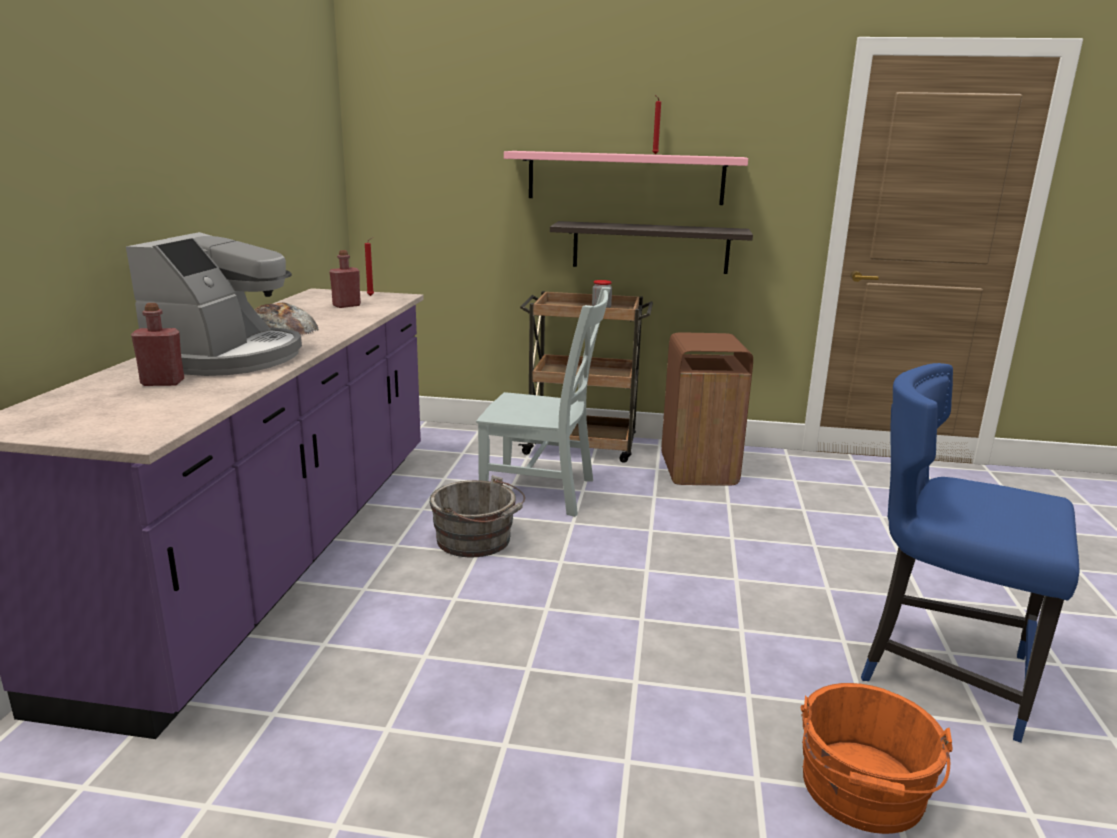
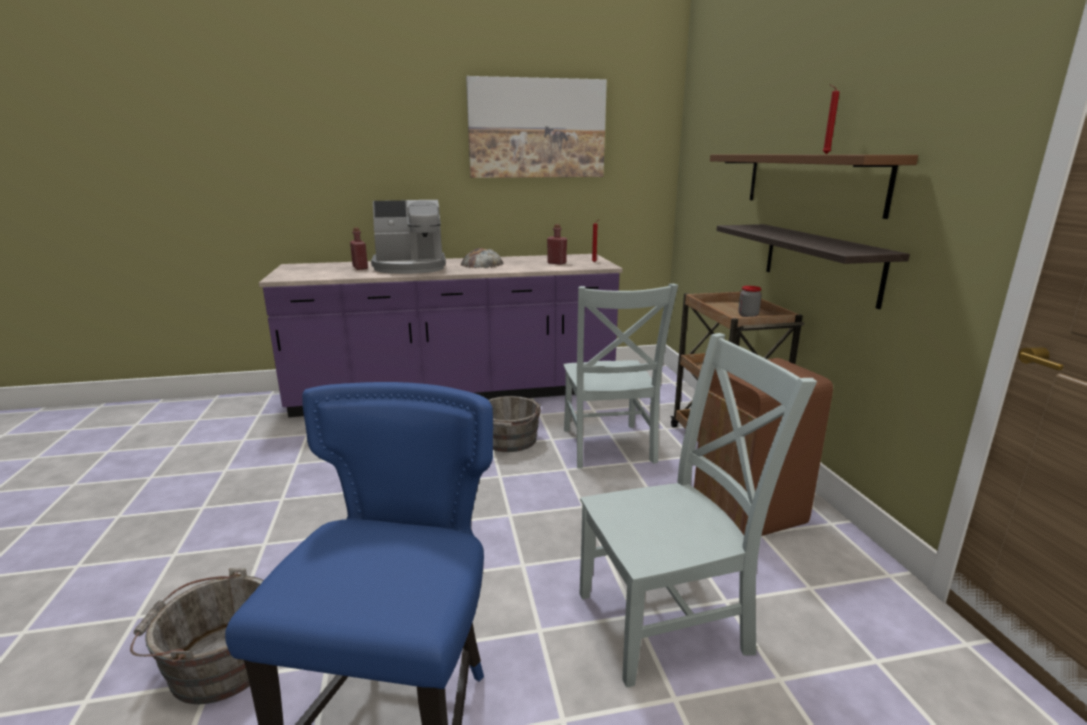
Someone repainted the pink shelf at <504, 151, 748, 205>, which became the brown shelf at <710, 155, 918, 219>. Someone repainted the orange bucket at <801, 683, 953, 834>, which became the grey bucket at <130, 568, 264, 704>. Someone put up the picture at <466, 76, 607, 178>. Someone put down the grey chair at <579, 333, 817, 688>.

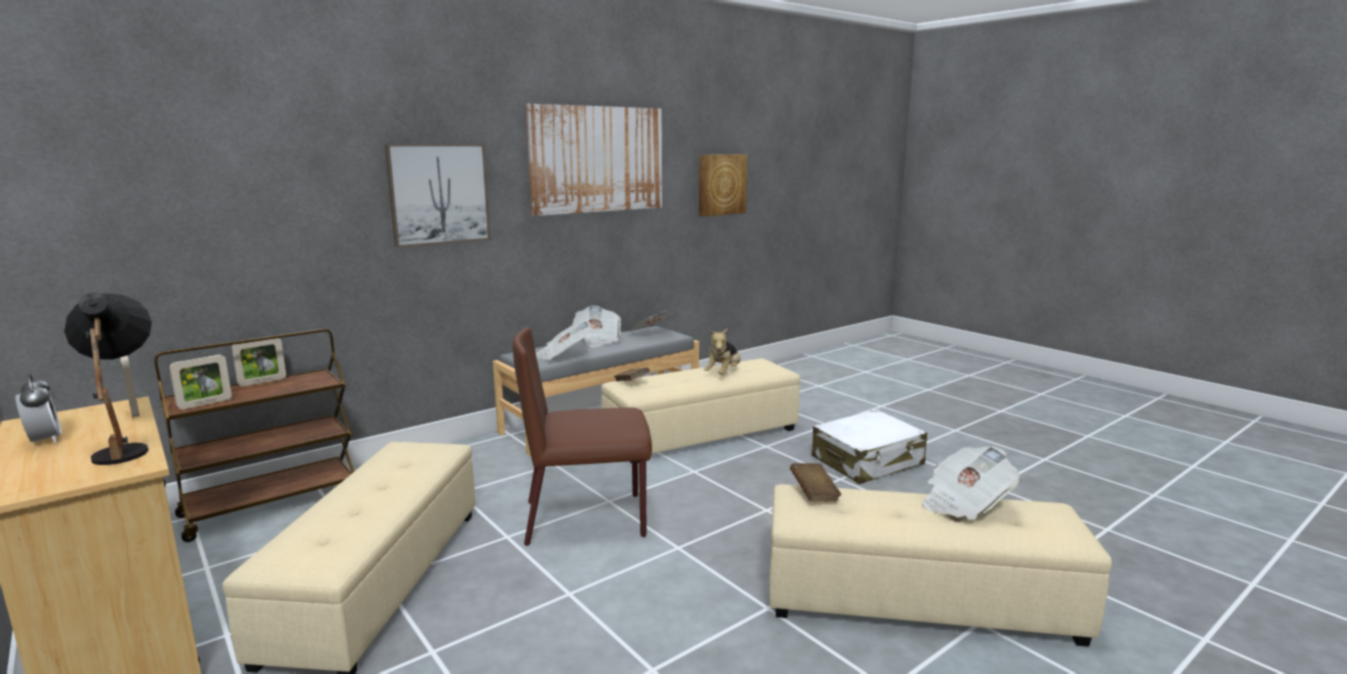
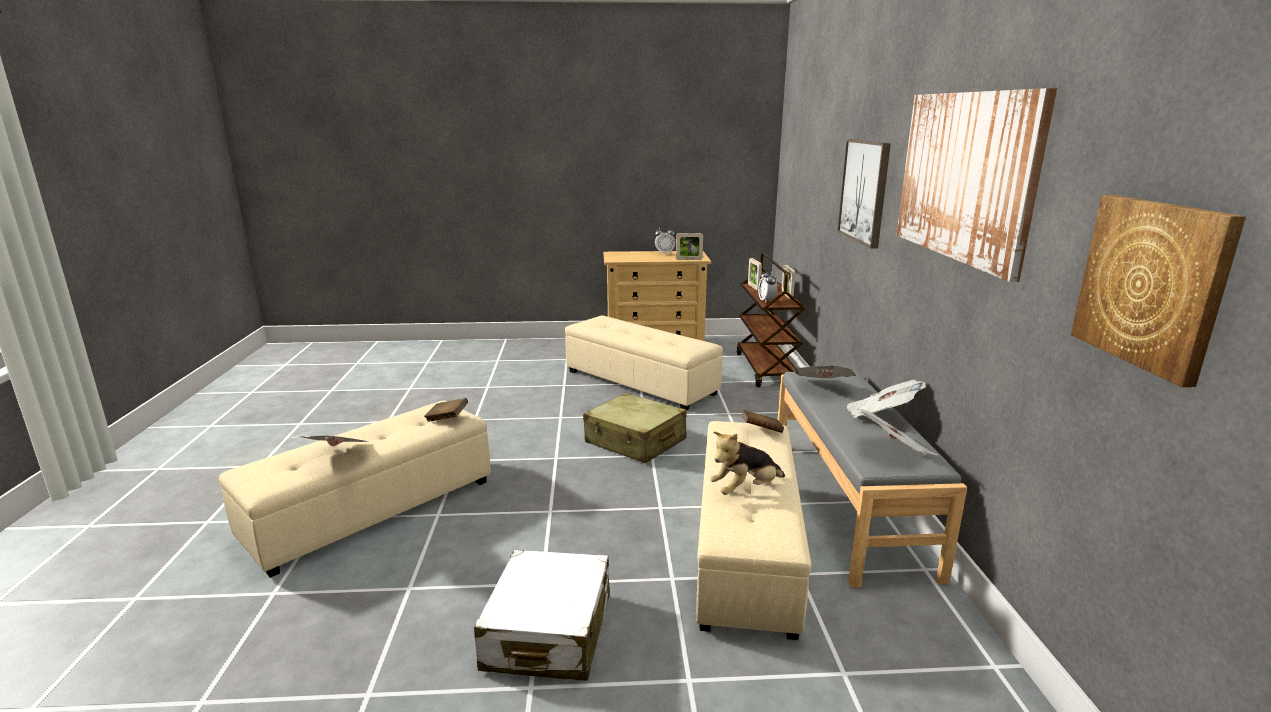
Someone took away the black table lamp at <64, 293, 152, 465>. Someone swapped the brown chair at <513, 327, 652, 546> for the beige suitcase at <583, 393, 687, 463>. Someone rotated the plush toy at <704, 329, 741, 375> by 90 degrees counterclockwise. Someone put down the alarm clock at <758, 269, 778, 303>.

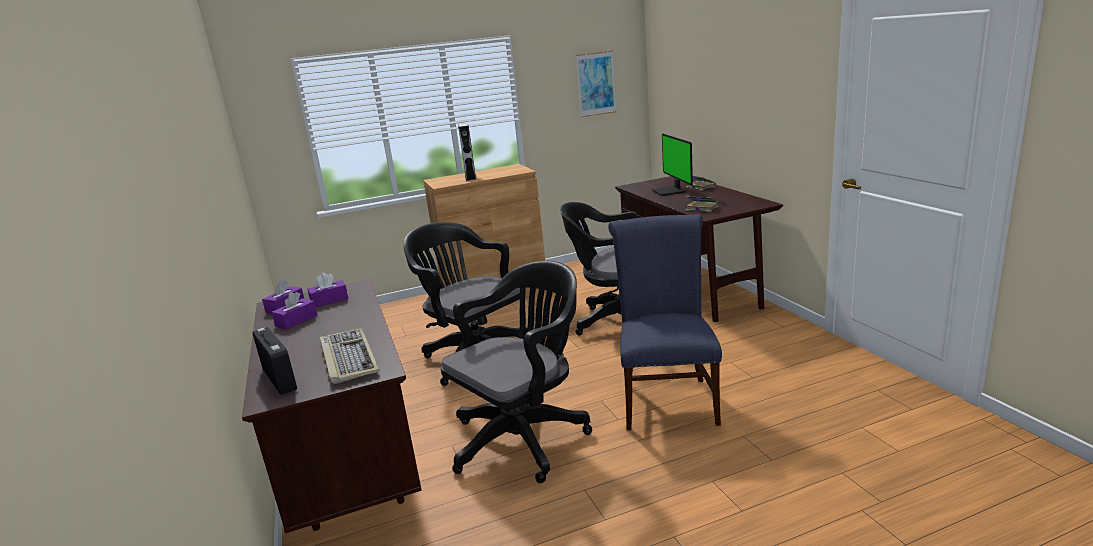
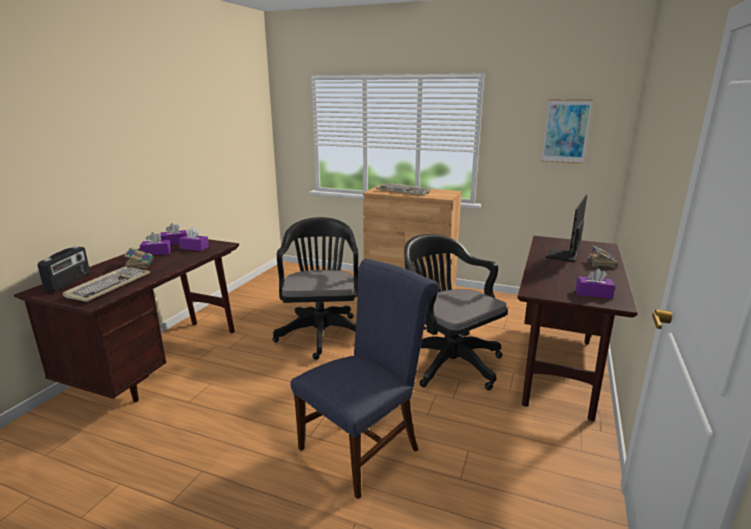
Someone swapped the grey speaker at <458, 123, 476, 181> for the keyboard at <376, 183, 430, 195>. Someone carried the book from <685, 196, 718, 212> to <124, 247, 154, 269>. Someone took away the black office chair at <441, 261, 592, 483>. Someone put down the purple tissue box at <576, 269, 615, 299>.

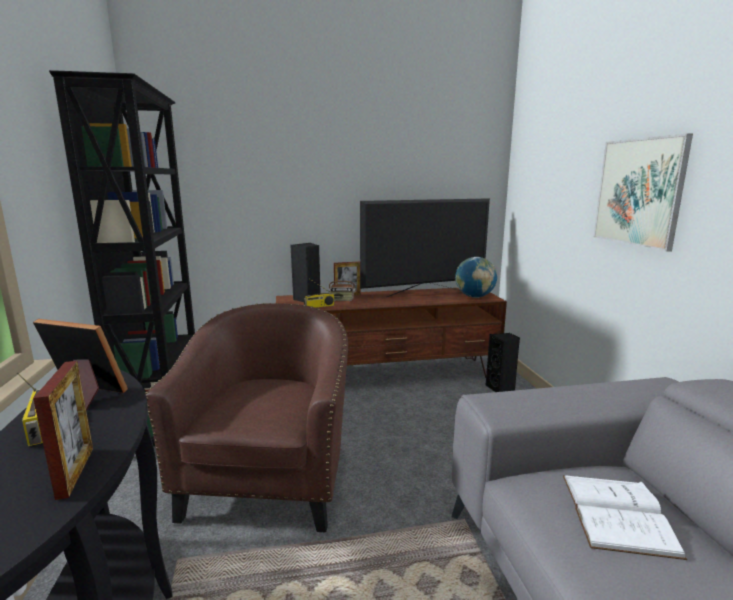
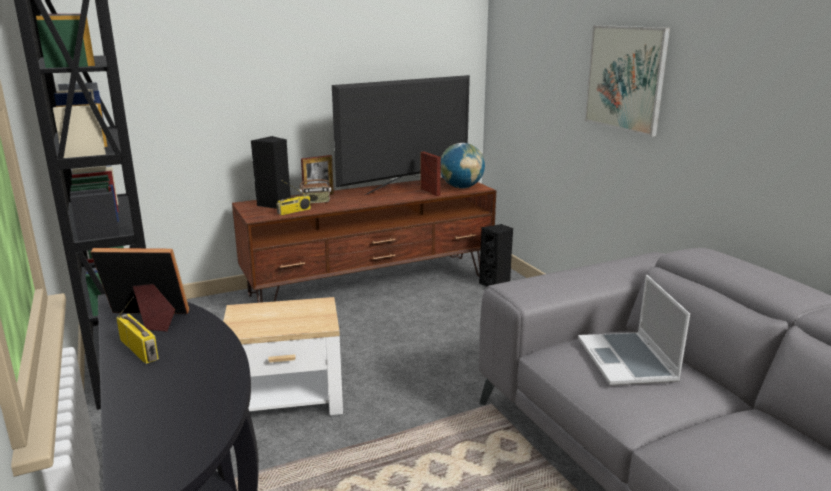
Someone swapped the brown armchair at <145, 303, 348, 532> for the side table at <223, 297, 343, 415>. Someone carried the picture frame from <33, 361, 93, 500> to <421, 152, 441, 196>. Someone swapped the white book at <563, 475, 687, 560> for the laptop at <578, 275, 690, 385>.

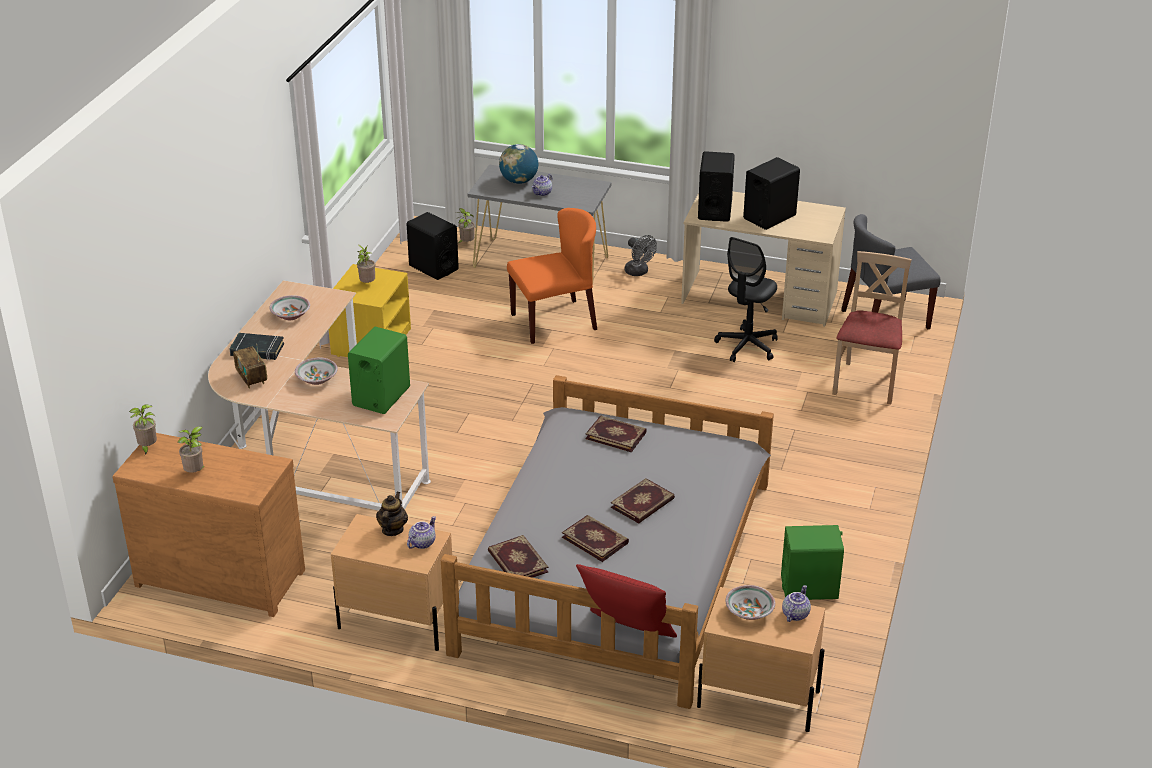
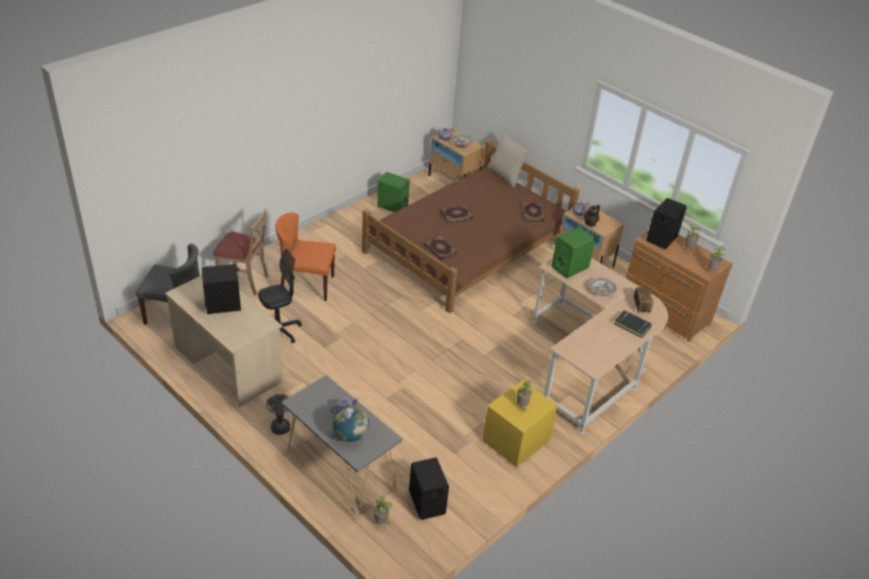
Someone carried the black speaker from <698, 151, 735, 222> to <646, 198, 687, 249>. Someone carried the orange chair from <507, 208, 597, 344> to <275, 213, 336, 301>. Someone rotated the beige chair at <832, 251, 912, 404> by 120 degrees counterclockwise. Someone took away the bowl at <269, 295, 310, 320>. Someone repainted the grey bed at <441, 375, 774, 709>, which became the brown bed at <362, 140, 580, 313>. Someone took away the book at <562, 515, 629, 562>. Someone repainted the red pillow at <576, 564, 677, 638>, which became the beige pillow at <487, 132, 531, 188>.

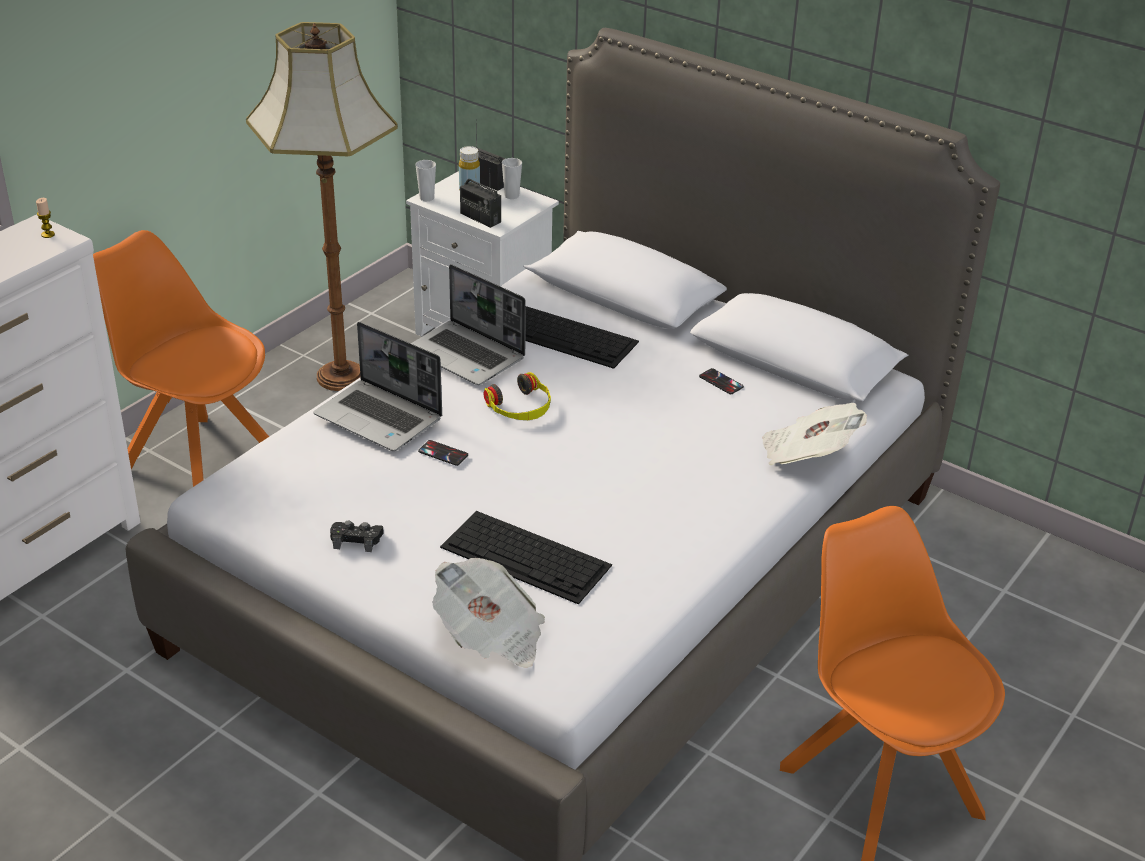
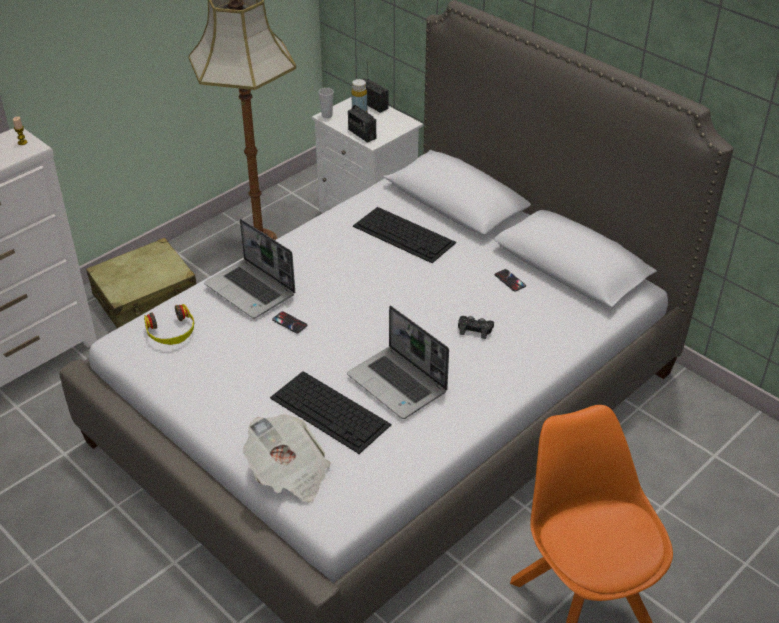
Someone took away the cup at <502, 158, 522, 199>. Someone swapped the orange chair at <93, 230, 269, 487> for the beige suitcase at <86, 238, 196, 328>. Someone carried the laptop from <411, 264, 526, 385> to <347, 306, 449, 419>. Someone carried the headphones from <484, 372, 551, 420> to <144, 304, 194, 345>. Someone took away the newspaper at <762, 403, 867, 465>. Someone carried the black game controller from <330, 521, 384, 552> to <458, 316, 494, 339>.

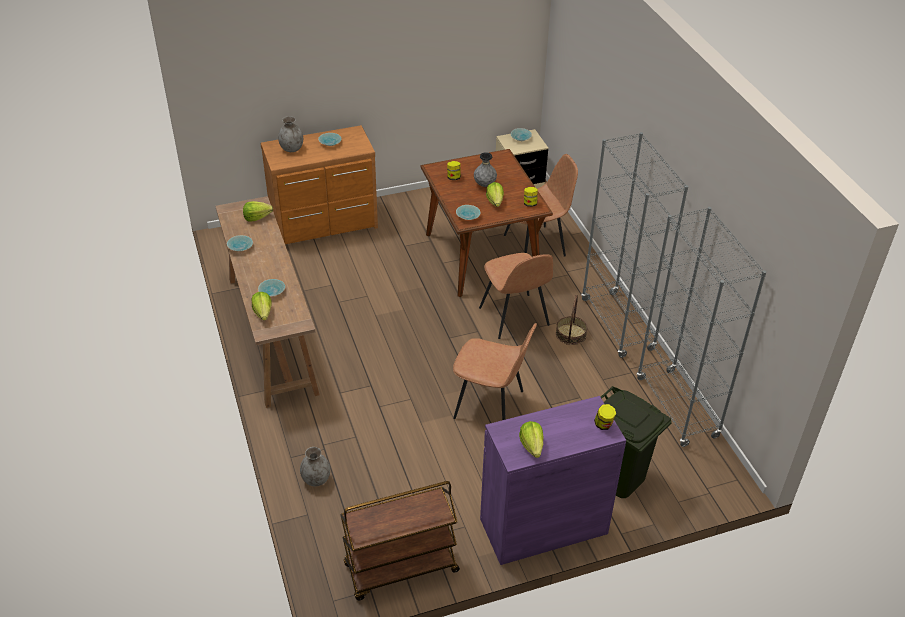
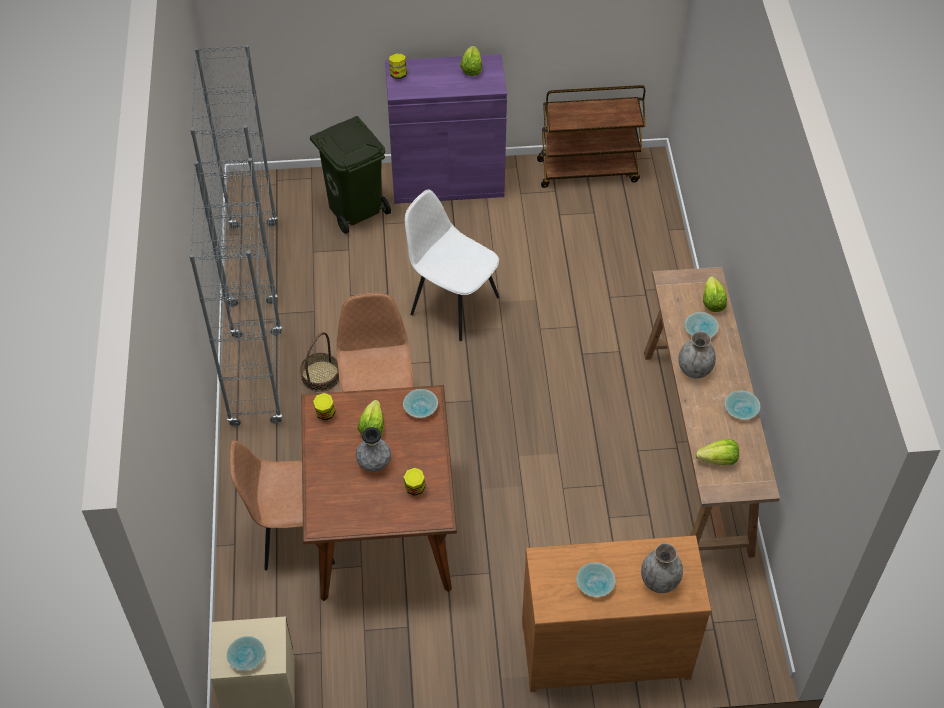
Someone repainted the brown chair at <453, 323, 537, 420>, which became the white chair at <405, 190, 499, 341>. Someone carried the grey vase from <300, 447, 330, 486> to <678, 331, 716, 379>.

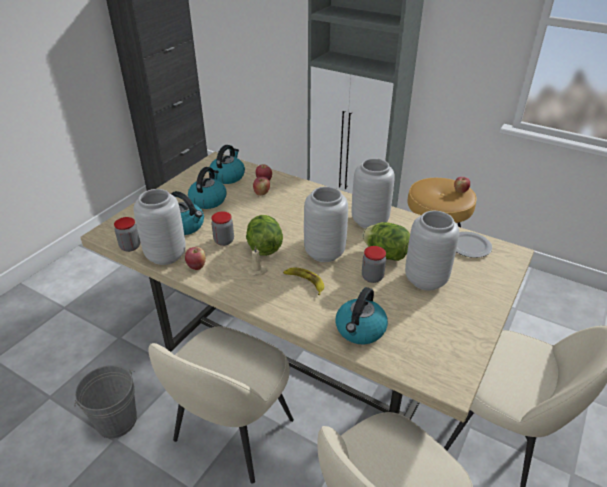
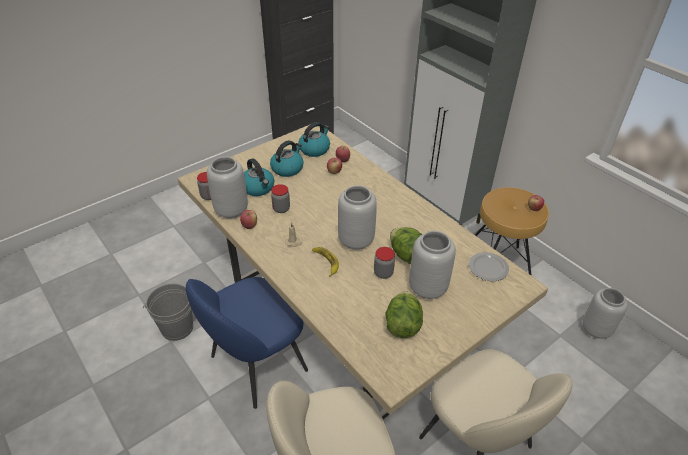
Someone carried the grey vase from <352, 158, 395, 228> to <582, 288, 628, 339>. Someone carried the lettuce from <246, 215, 283, 256> to <385, 291, 423, 338>. Someone took away the kettle at <336, 287, 388, 345>. Someone repainted the beige chair at <148, 326, 294, 483>, which became the blue chair at <186, 277, 308, 409>.

